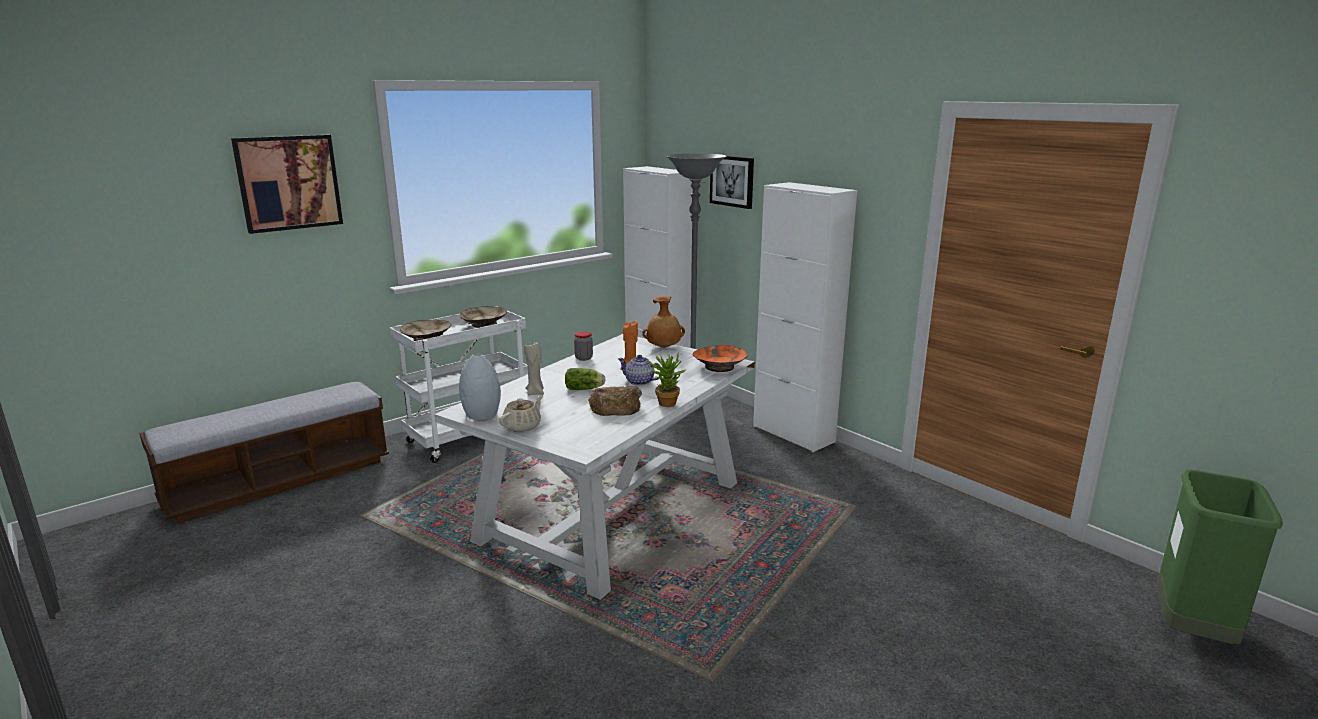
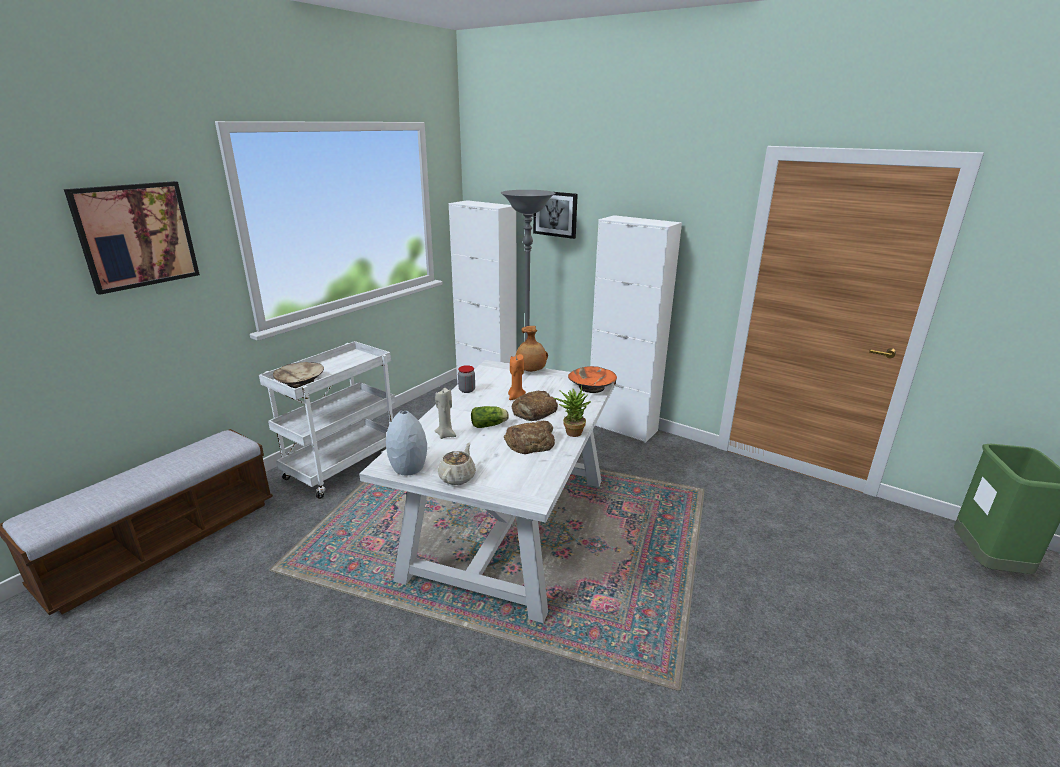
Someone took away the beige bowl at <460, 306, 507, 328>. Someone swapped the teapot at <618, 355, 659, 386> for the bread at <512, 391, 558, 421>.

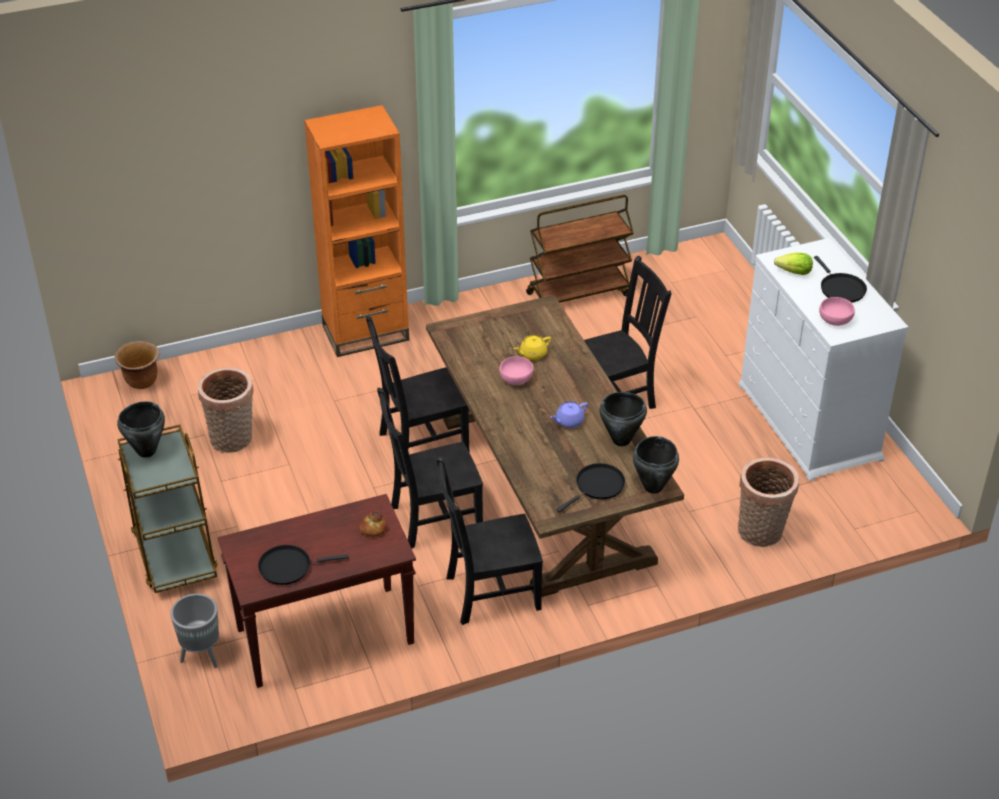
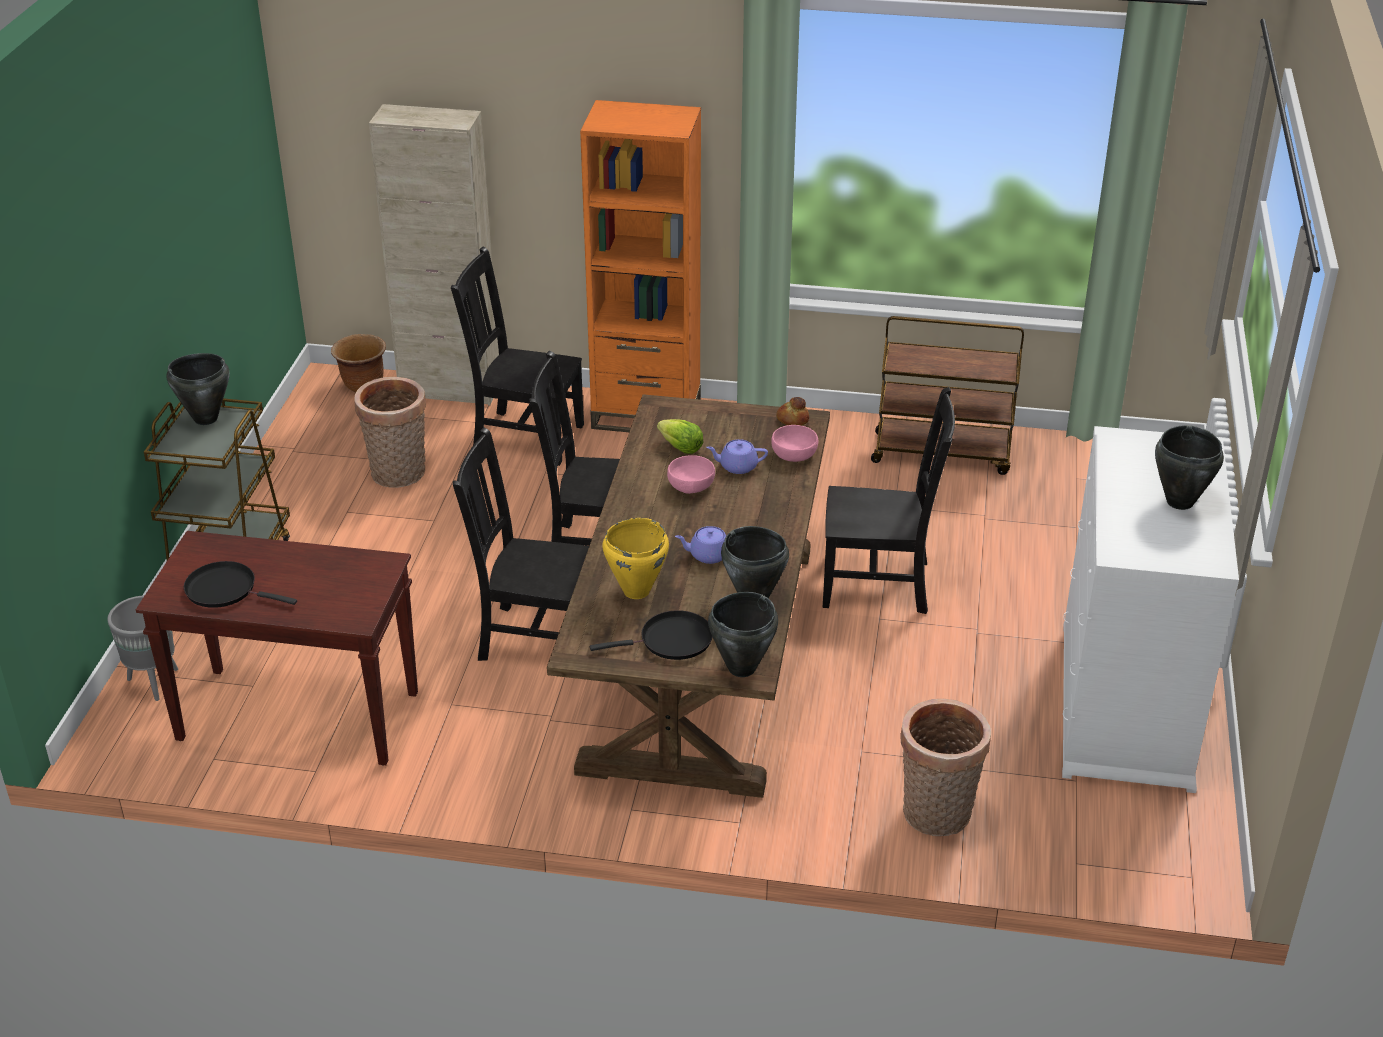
Someone carried the lettuce from <774, 253, 813, 275> to <657, 419, 704, 454>. Someone swapped the black frying pan at <814, 256, 867, 303> for the black cooking pot at <1155, 425, 1224, 510>. Someone carried the pink bowl from <819, 297, 855, 326> to <771, 425, 818, 462>. Someone repainted the yellow teapot at <513, 335, 551, 360>, which became the purple teapot at <706, 439, 768, 474>. Someone carried the black chair from <436, 457, 543, 625> to <451, 247, 584, 466>. Someone carried the bread from <359, 511, 388, 537> to <776, 397, 809, 426>. Someone put down the beige cabinet at <369, 104, 499, 406>. Someone put down the yellow cooking pot at <602, 518, 669, 599>.

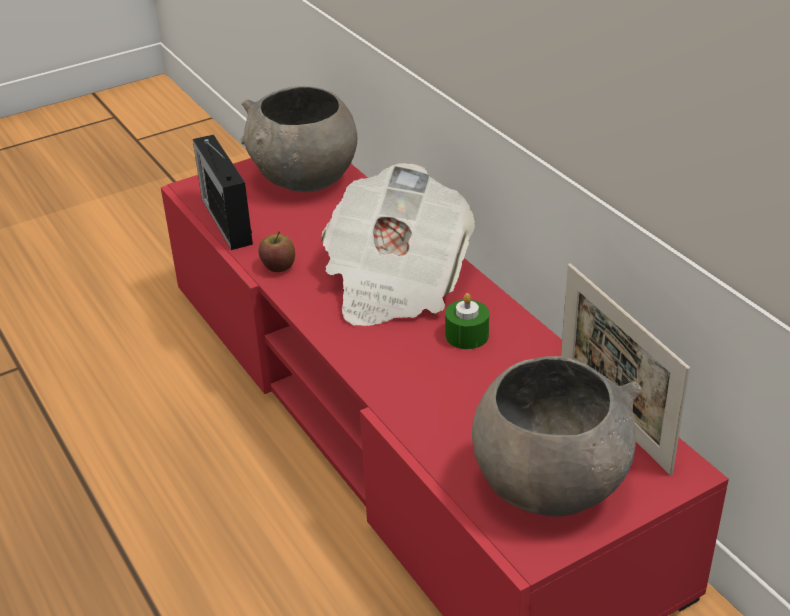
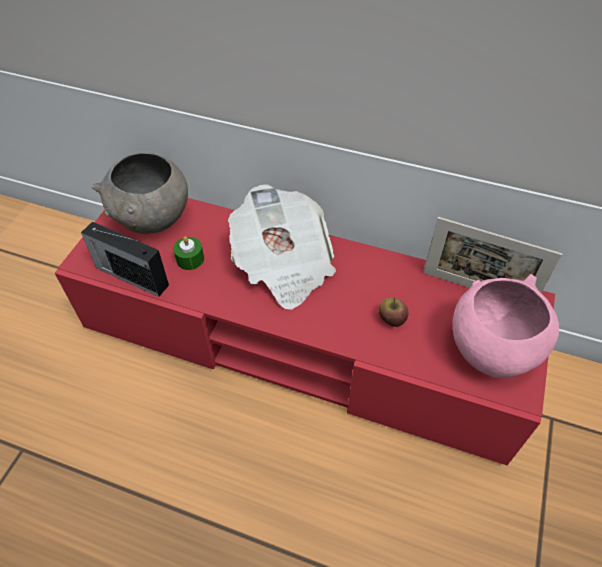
Someone carried the apple from <258, 231, 295, 272> to <379, 297, 408, 327>. Someone carried the green candle from <445, 293, 489, 349> to <173, 236, 204, 270>. Someone repainted the grey bowl at <472, 356, 641, 517>, which became the pink bowl at <453, 274, 559, 378>.

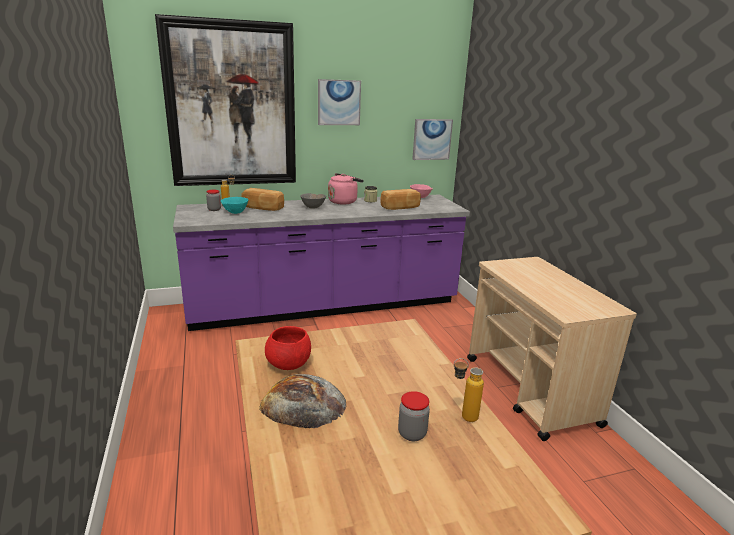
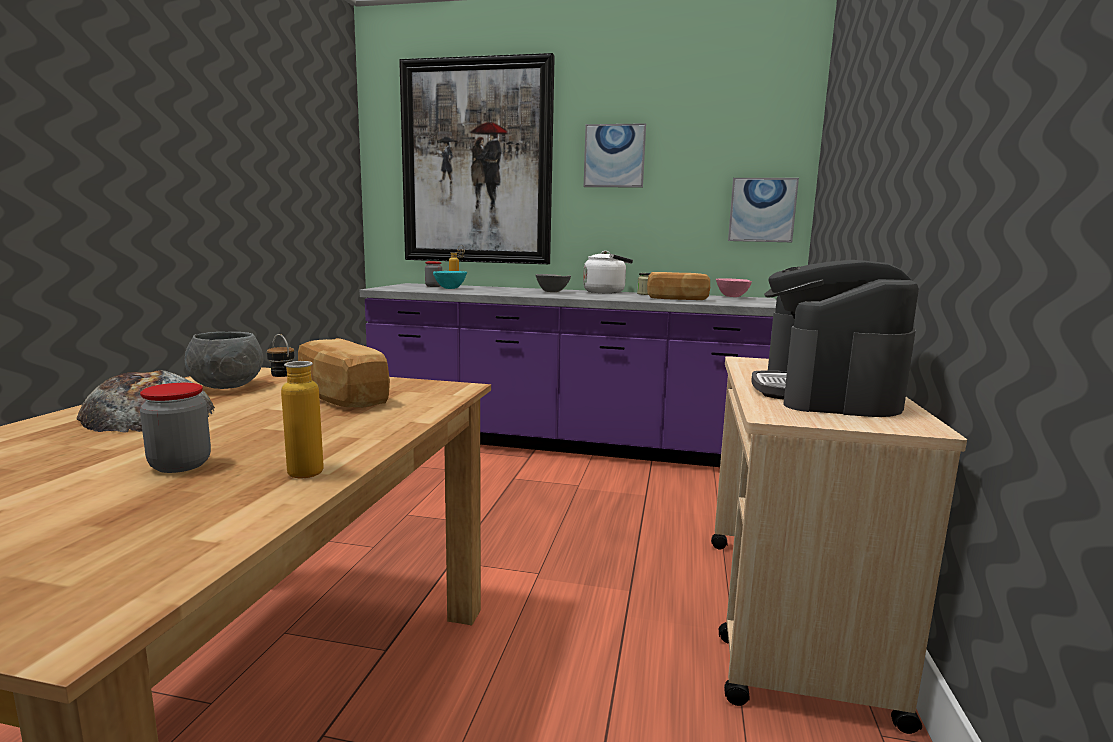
Someone repainted the pink kettle at <328, 173, 364, 204>, which became the white kettle at <583, 251, 633, 294>. Someone carried the bread from <241, 188, 284, 211> to <298, 338, 390, 408>. Someone repainted the red bowl at <265, 326, 311, 370>, which became the grey bowl at <185, 332, 263, 389>. Someone put down the coffee machine at <752, 260, 919, 417>.

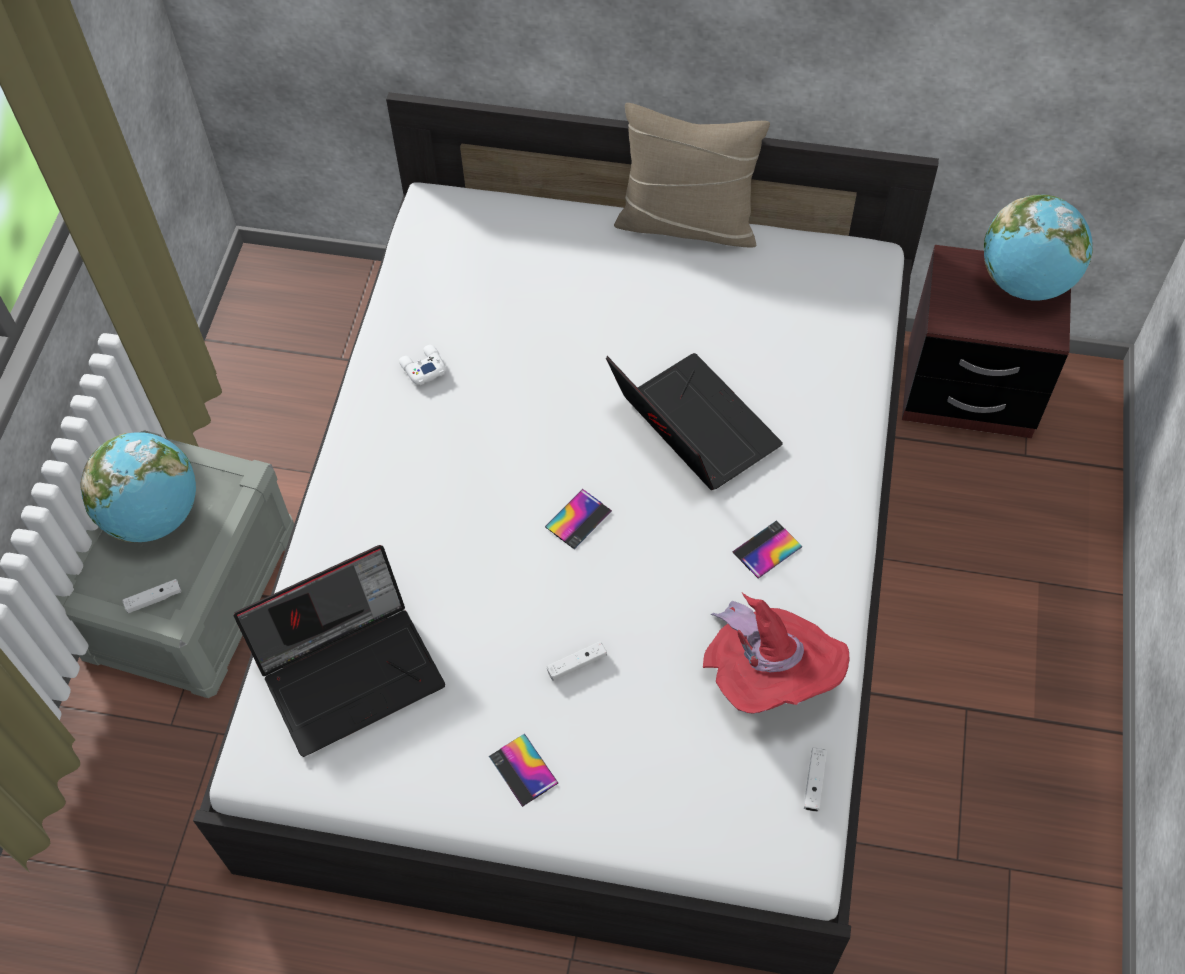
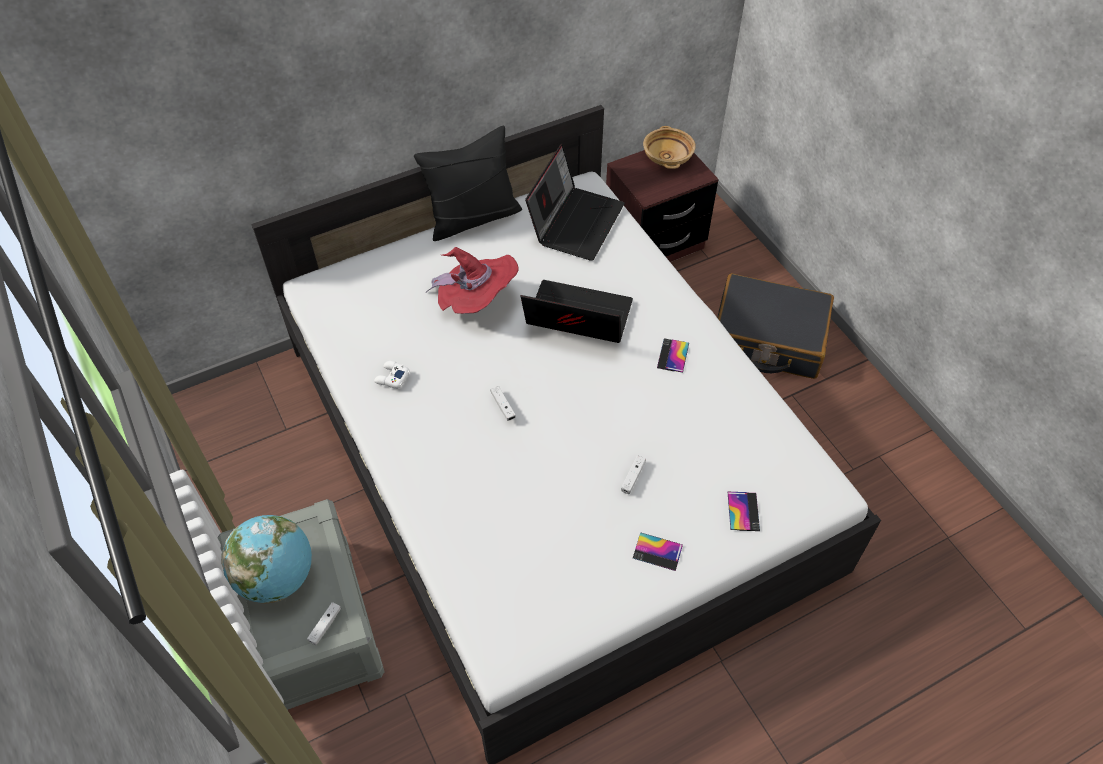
Someone repainted the beige pillow at <614, 103, 770, 247>, which became the black pillow at <414, 126, 522, 241>. Someone swapped the globe at <984, 195, 1093, 301> for the beige bowl at <643, 126, 696, 169>. Someone carried the phone from <545, 489, 612, 549> to <728, 492, 760, 531>. Someone carried the laptop from <234, 545, 445, 757> to <525, 143, 625, 261>. Someone carried the red hat from <703, 593, 850, 714> to <426, 247, 519, 314>. Someone carried the white game controller from <804, 747, 827, 812> to <491, 386, 516, 421>. Someone put down the black suitcase at <717, 273, 834, 379>.

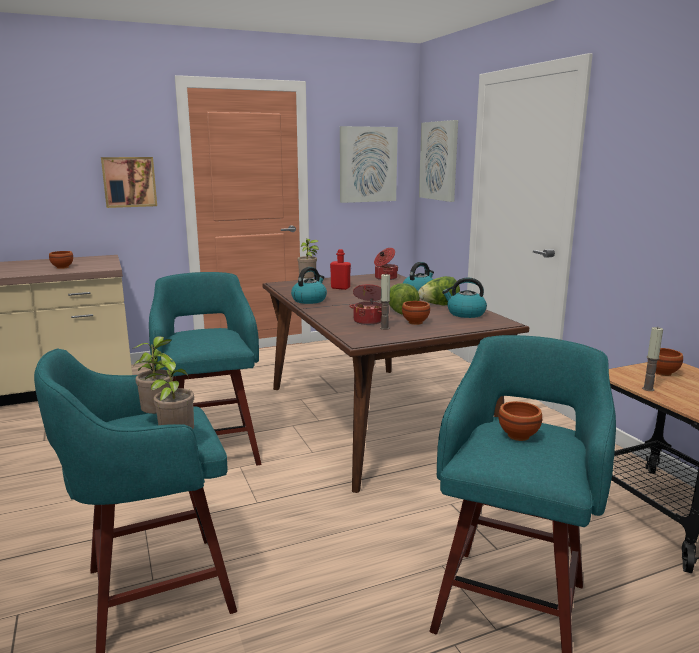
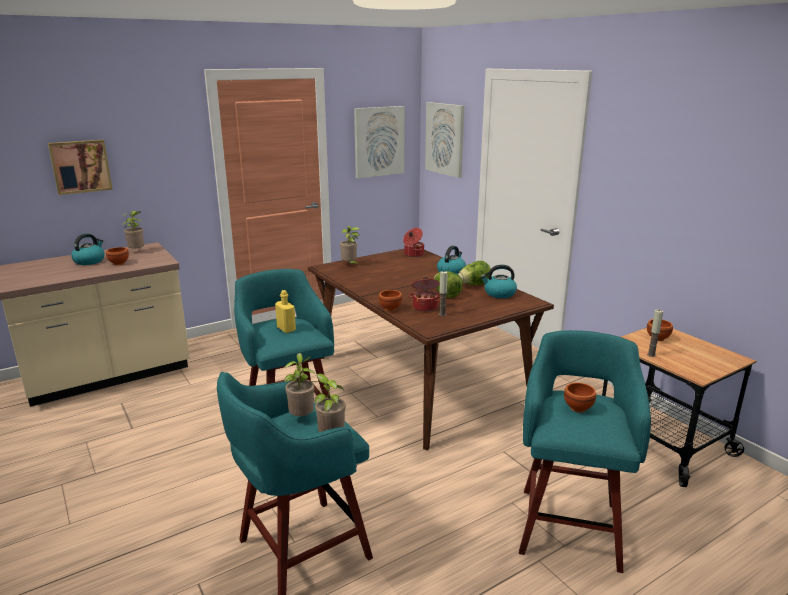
Someone carried the picture from <101, 157, 157, 208> to <48, 140, 113, 195>. Someone took away the red bottle at <330, 249, 351, 290>. Someone carried the kettle from <291, 267, 327, 304> to <71, 233, 105, 265>. Someone carried the brown bowl from <402, 301, 430, 325> to <379, 290, 402, 311>. Someone put down the potted plant at <122, 211, 144, 249>. Someone put down the yellow bottle at <275, 290, 296, 333>.

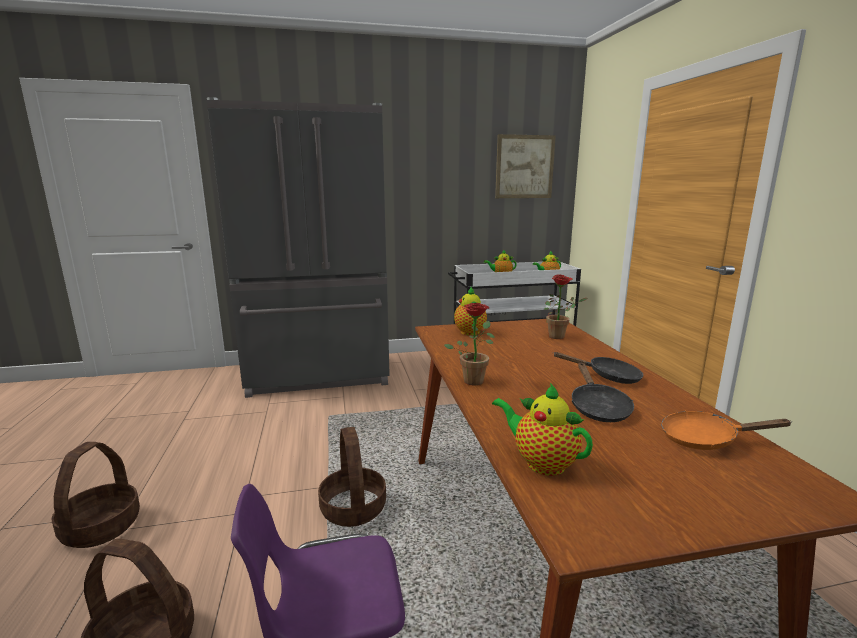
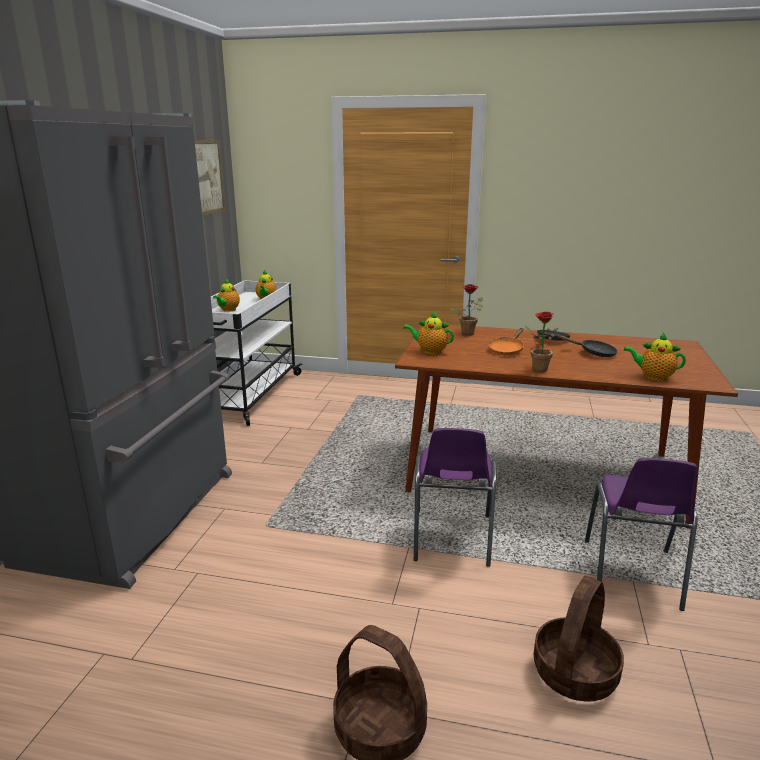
Someone rotated the teapot at <492, 383, 593, 476> by 45 degrees clockwise. Someone carried the orange frying pan from <661, 411, 792, 450> to <489, 328, 524, 355>. Someone swapped the basket at <318, 427, 386, 527> for the purple chair at <414, 428, 496, 567>.

